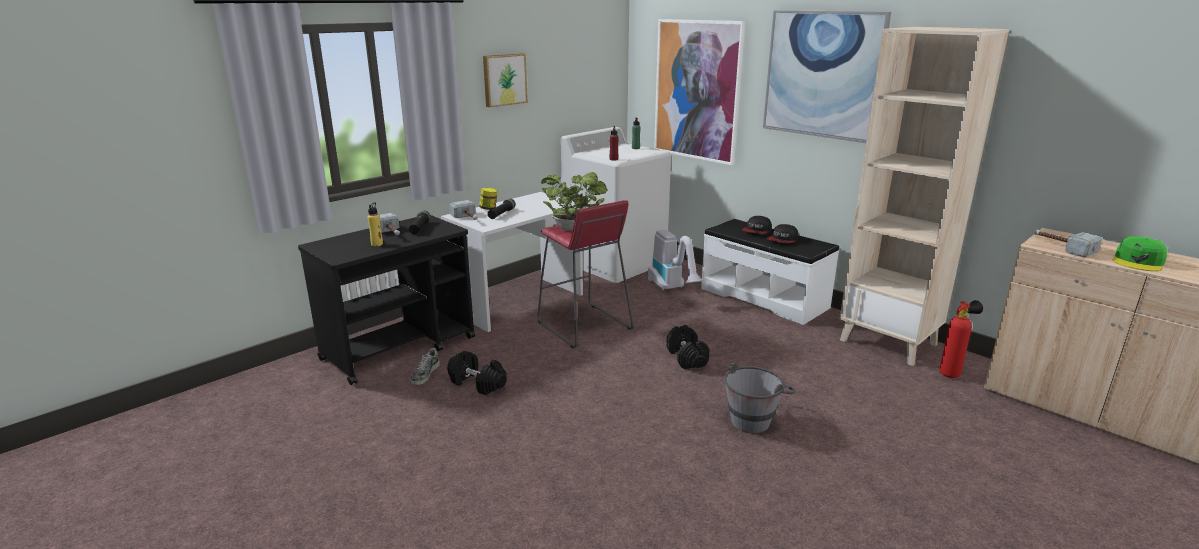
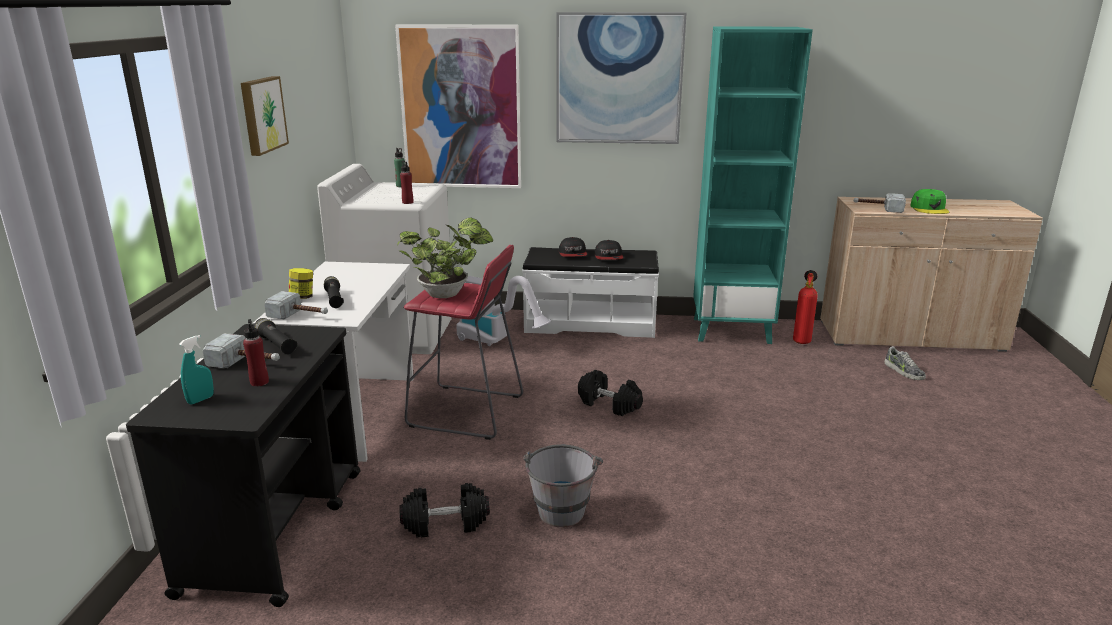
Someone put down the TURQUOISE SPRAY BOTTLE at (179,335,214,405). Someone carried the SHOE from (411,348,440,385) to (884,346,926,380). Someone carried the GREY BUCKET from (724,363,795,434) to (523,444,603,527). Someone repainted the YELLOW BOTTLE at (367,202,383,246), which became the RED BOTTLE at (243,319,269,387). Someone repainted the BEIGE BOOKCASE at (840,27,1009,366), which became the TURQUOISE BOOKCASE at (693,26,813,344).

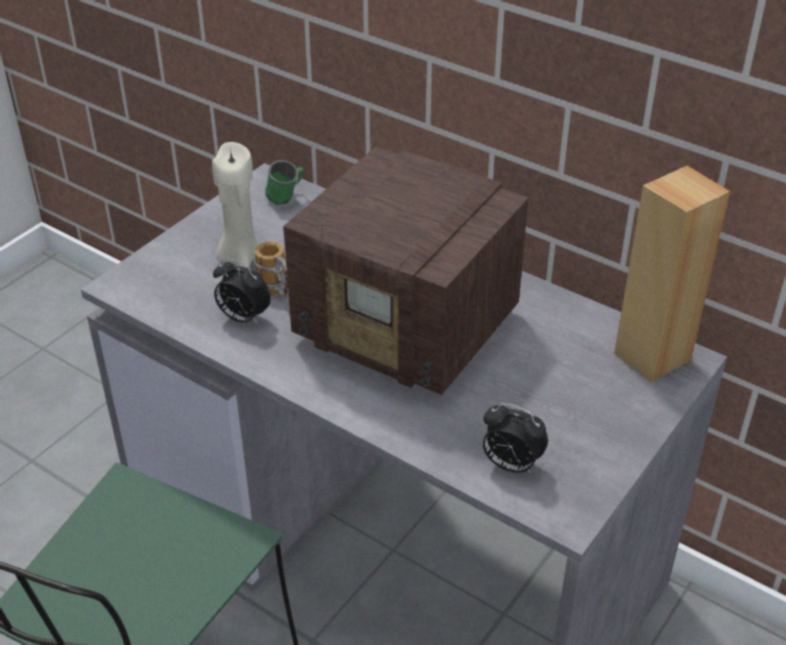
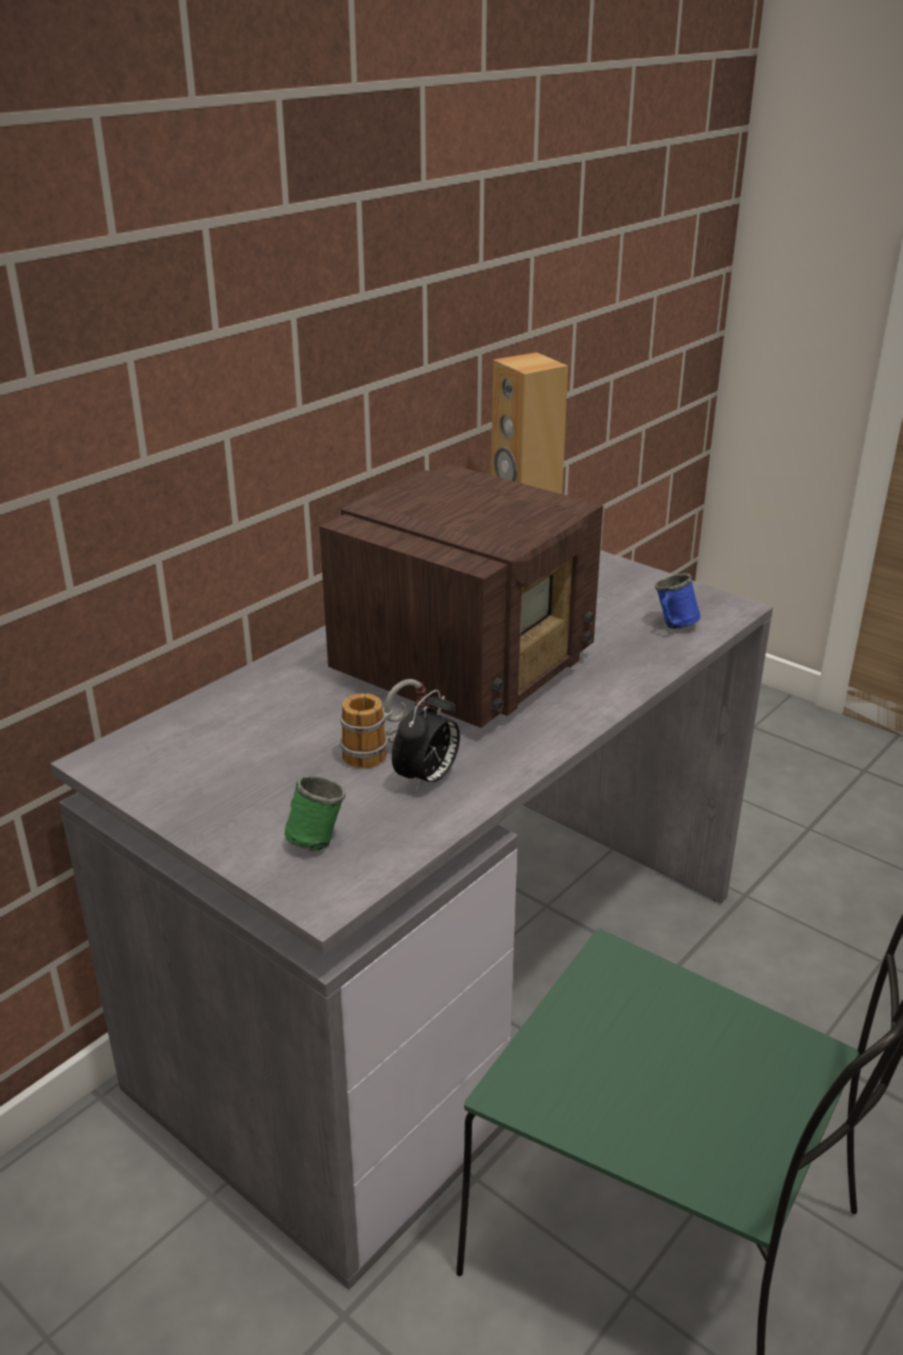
Someone took away the BEIGE CANDLE at (212,142,260,268). Someone carried the GREEN MUG from (265,160,304,205) to (284,775,345,851). Someone swapped the ALARM CLOCK at (483,403,548,474) for the BLUE MUG at (655,573,700,629).

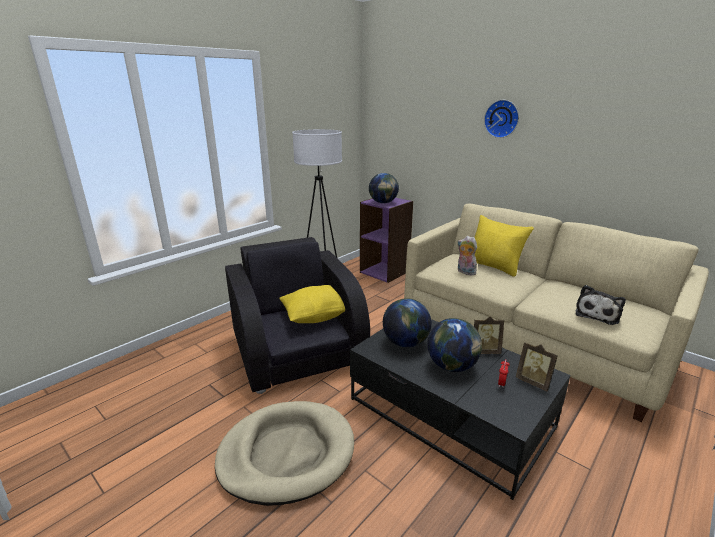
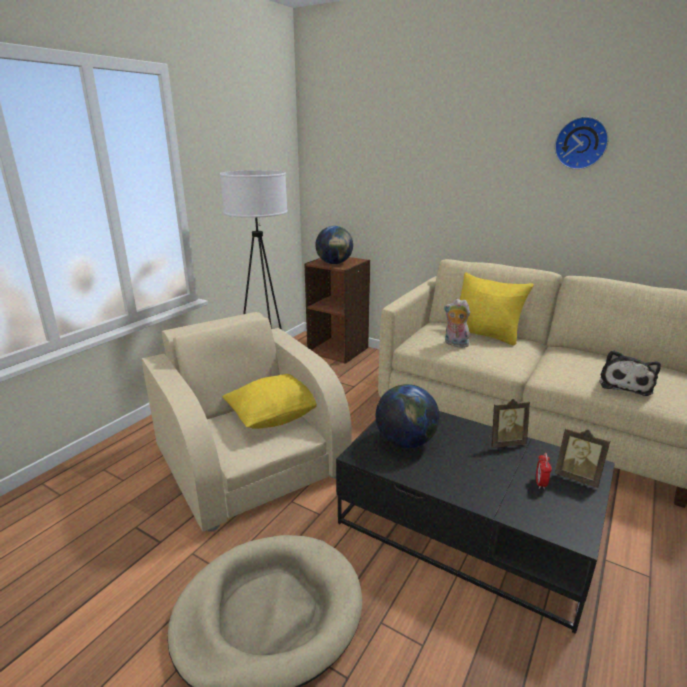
Someone took away the GLOBE at (427,318,482,372). Someone carried the WALL CLOCK from (484,100,519,138) to (555,116,609,170). Someone repainted the BLACK ARMCHAIR at (225,237,370,394), which became the BEIGE ARMCHAIR at (142,312,352,532). Someone repainted the PURPLE BOOKCASE at (360,198,413,283), which became the BROWN BOOKCASE at (304,257,370,364).

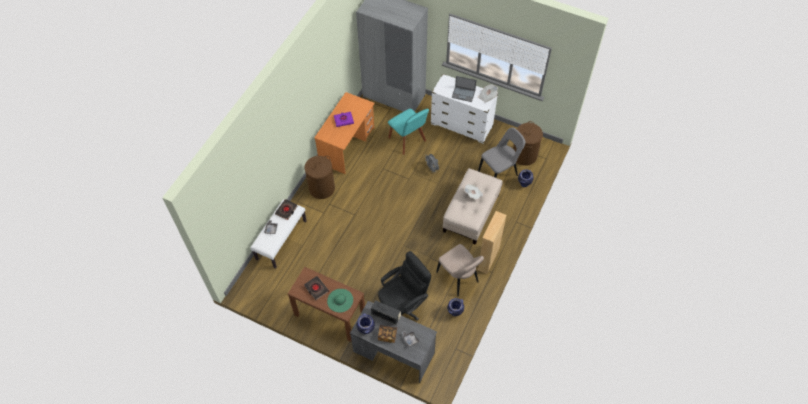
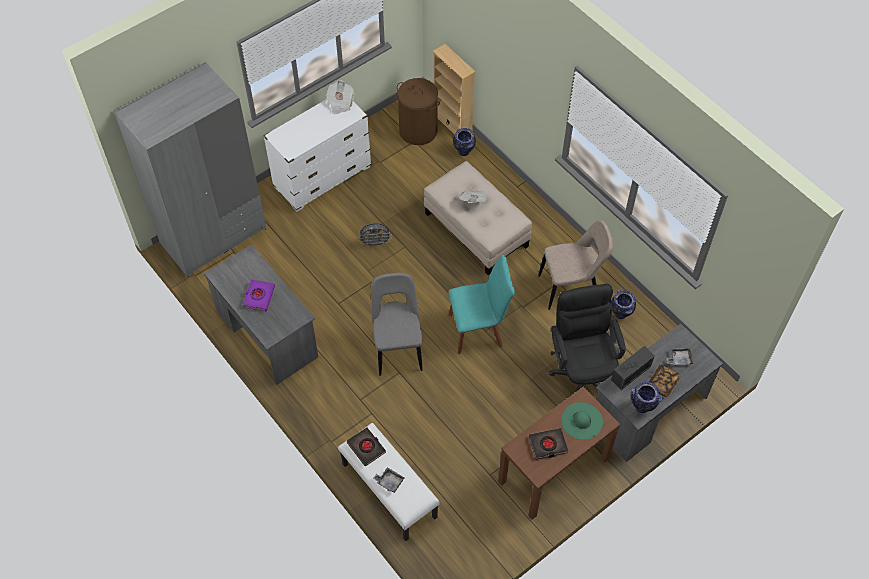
Someone took away the BROWN LAUNDRY BASKET at (305,156,335,199). Someone took away the LAPTOP at (452,76,476,102). Someone carried the TURQUOISE CHAIR from (388,108,429,155) to (448,255,515,354). Someone carried the BEIGE BOOKCASE from (477,211,506,274) to (433,44,475,135). Someone carried the GREY CHAIR from (478,127,526,178) to (371,273,422,376). Someone repainted the ORANGE DESK at (314,92,375,174), which became the GREY DESK at (204,244,318,385).

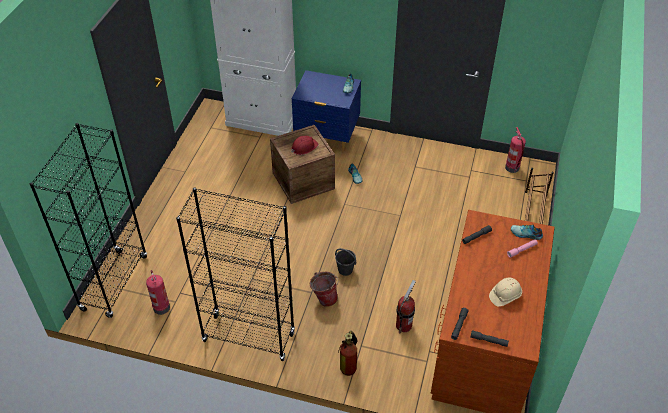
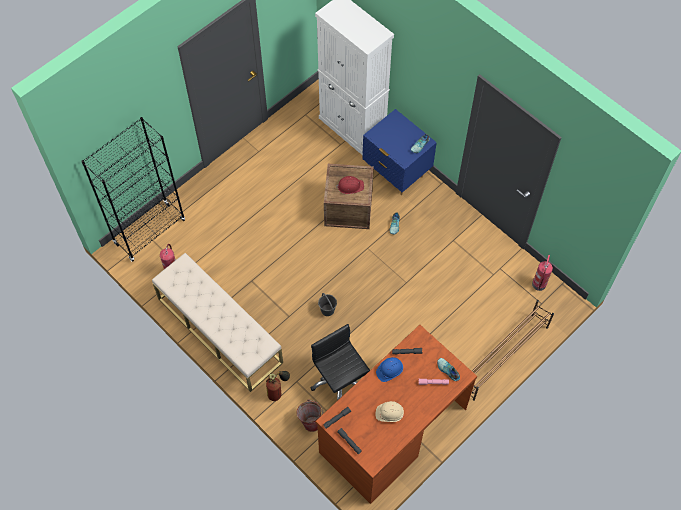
Someone put down the BLUE HARD HAT at (376,357,403,382). Someone carried the BUCKET from (310,272,338,307) to (296,399,323,432). Someone swapped the BLACK BOOKCASE at (176,187,295,361) for the BEIGE BENCH at (152,253,283,392). Someone swapped the FIRE EXTINGUISHER at (396,280,416,334) for the BLACK OFFICE CHAIR at (311,324,370,401).

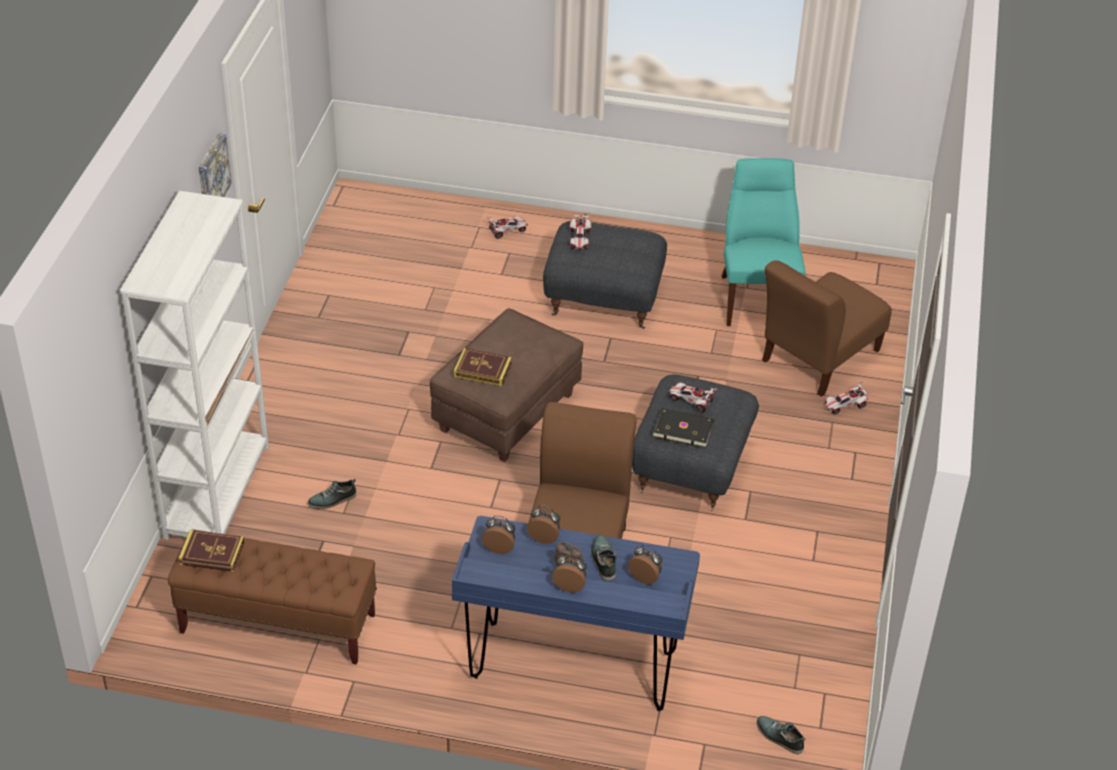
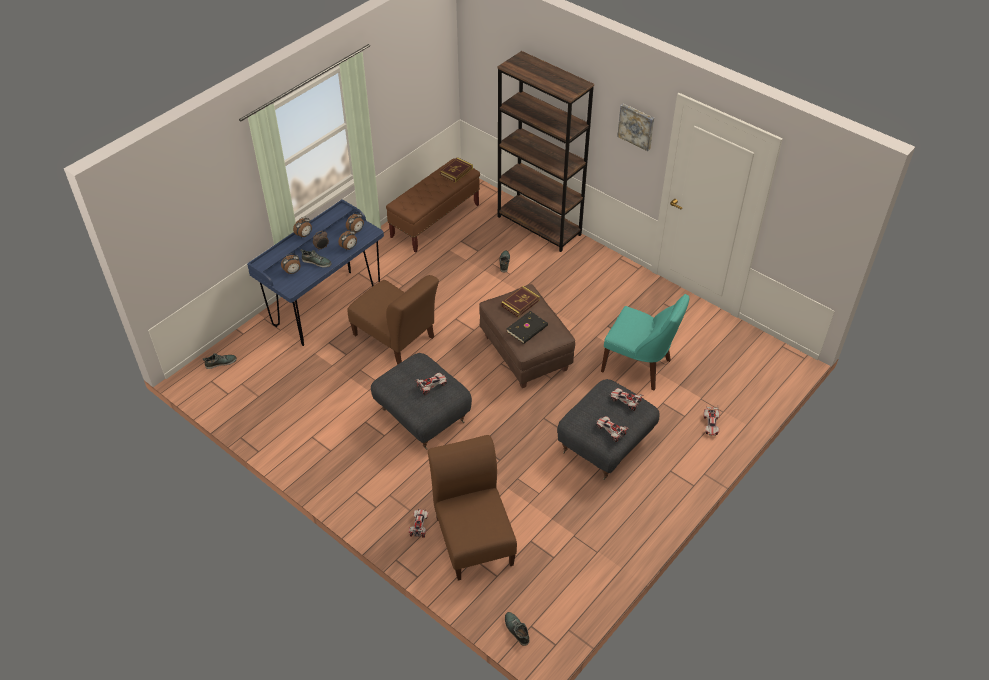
Someone put down the SHOE at (505,612,530,646). Someone put down the TOY CAR at (596,416,629,442). Someone carried the BLACK BOOK from (653,408,714,448) to (507,311,548,344). Someone carried the TURQUOISE CHAIR from (722,158,805,326) to (601,294,689,390). Someone repainted the WHITE BOOKCASE at (120,191,269,540), which became the BROWN BOOKCASE at (497,51,594,252).

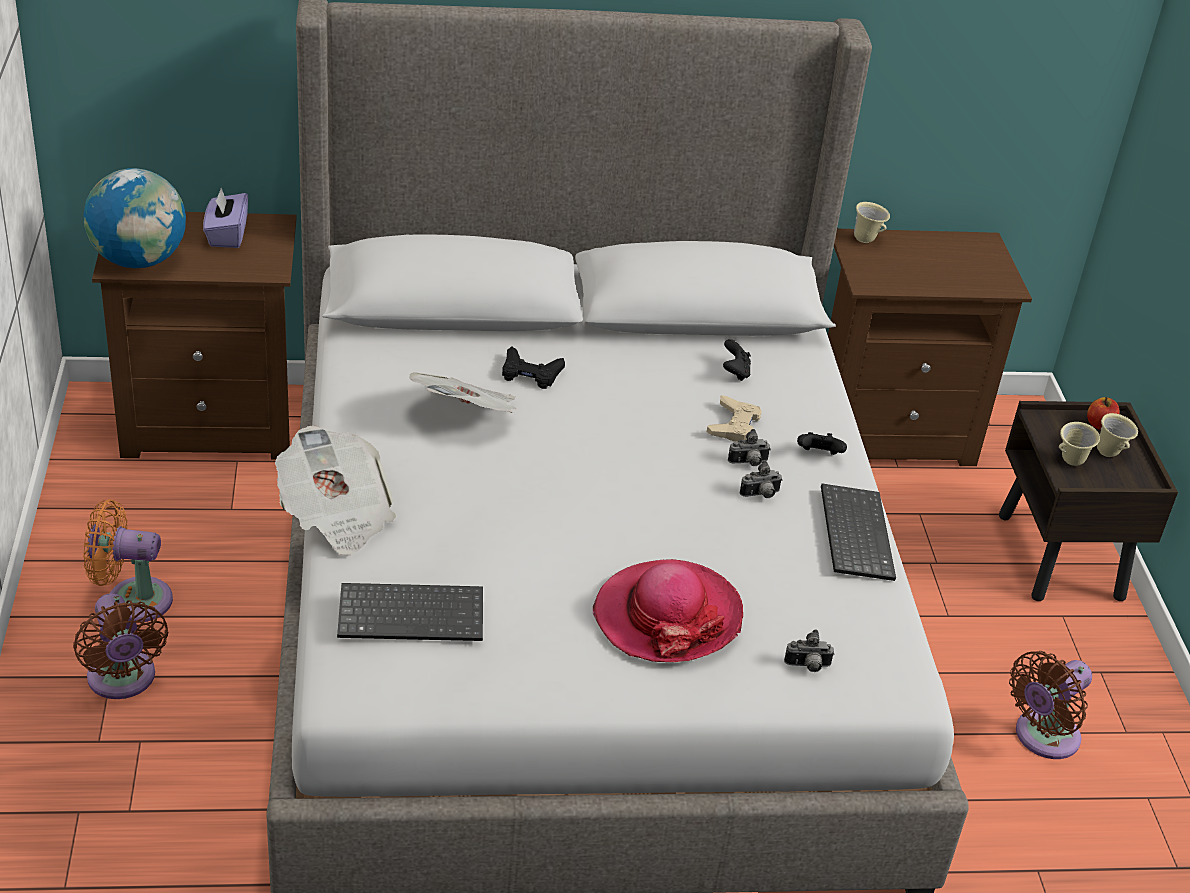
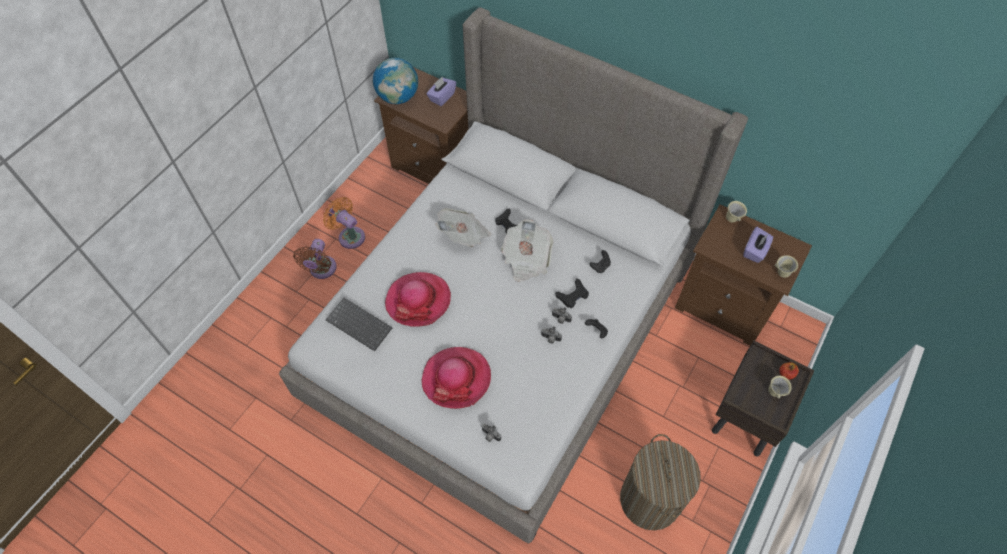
Someone took away the KEYBOARD at (821,484,896,581). Someone put down the HAT at (385,272,451,327). Someone put down the PURPLE TISSUE BOX at (743,227,773,263). Someone carried the NEWSPAPER from (275,425,396,556) to (501,219,554,282). Someone carried the BEIGE MUG from (1059,422,1100,466) to (775,255,798,278). Someone swapped the BROWN FAN at (1009,651,1092,759) for the LAUNDRY BASKET at (620,434,701,531). Someone repainted the BEIGE GAME CONTROLLER at (707,395,762,441), which became the BLACK GAME CONTROLLER at (555,278,589,308).

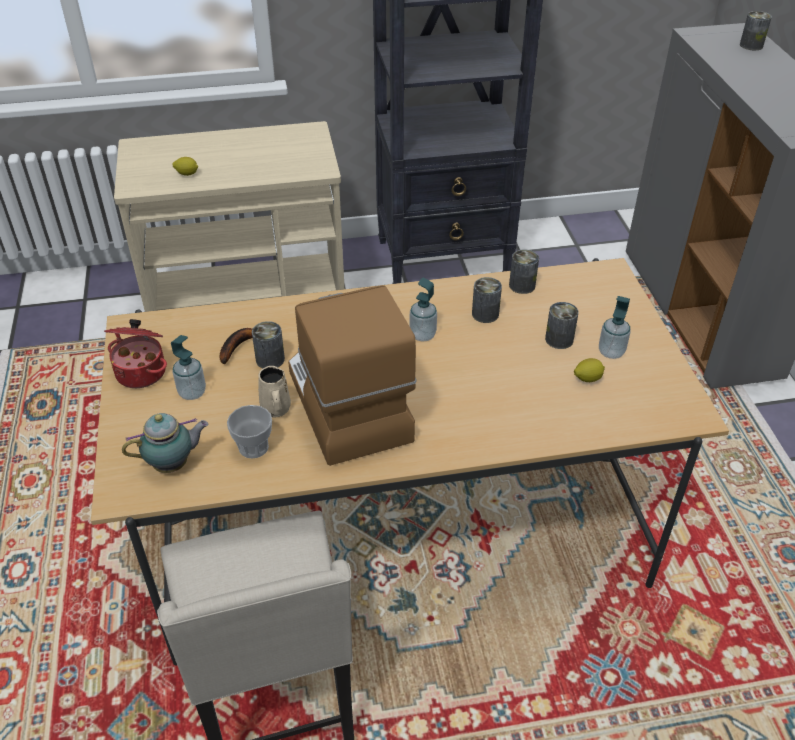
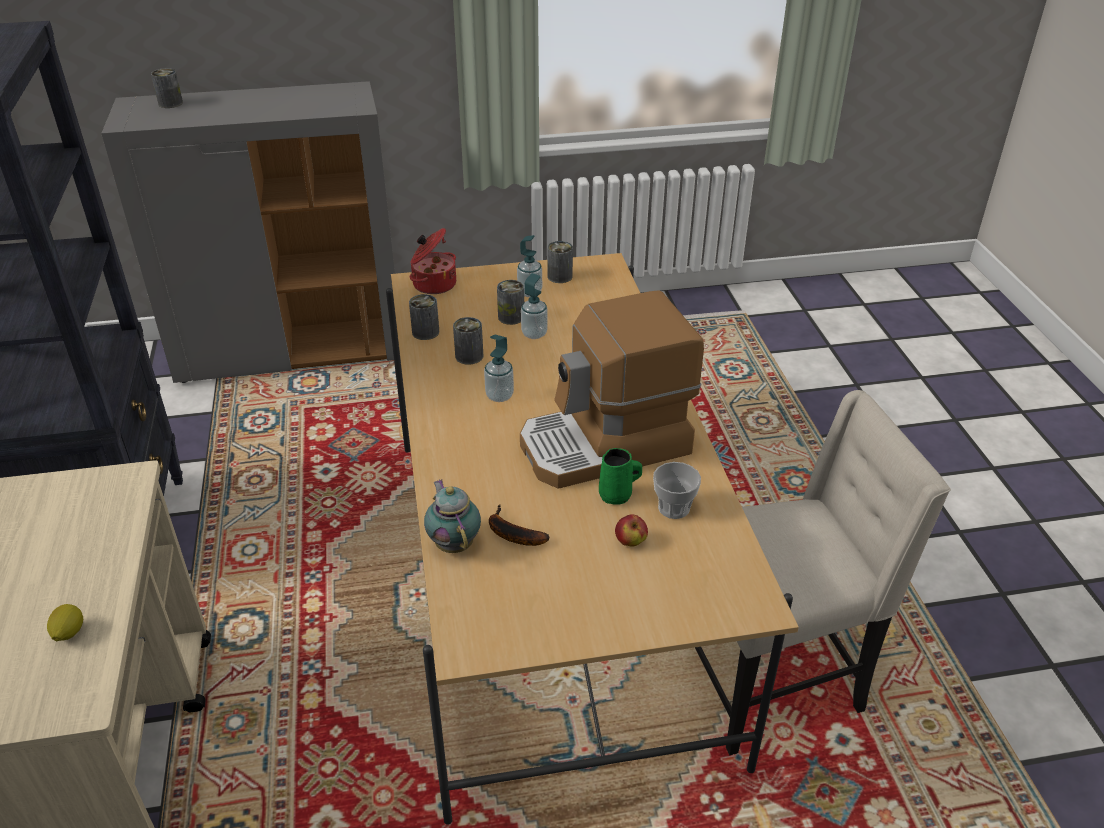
Someone took away the LEMON at (574,358,605,382). Someone put down the APPLE at (615,514,648,547). Someone carried the COOKING POT from (104,319,167,388) to (410,228,456,294). Someone carried the TEAPOT from (122,413,208,473) to (424,479,481,553). Someone carried the SOAP DISPENSER from (171,335,206,400) to (521,273,547,339). Someone carried the CAN from (252,321,285,368) to (547,241,573,283). Someone repainted the BEIGE MUG at (258,366,291,418), which became the GREEN MUG at (599,448,642,505).

